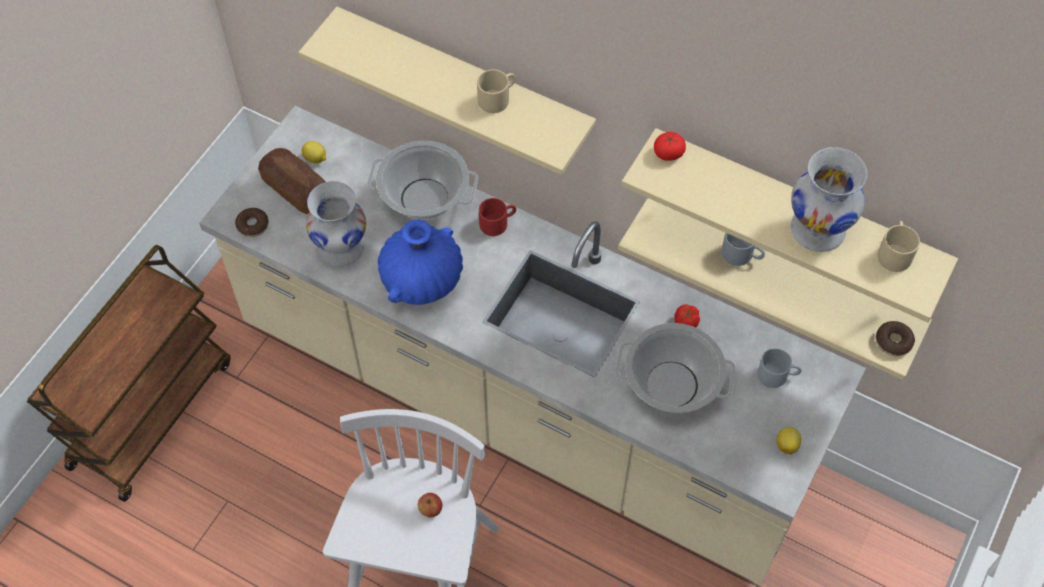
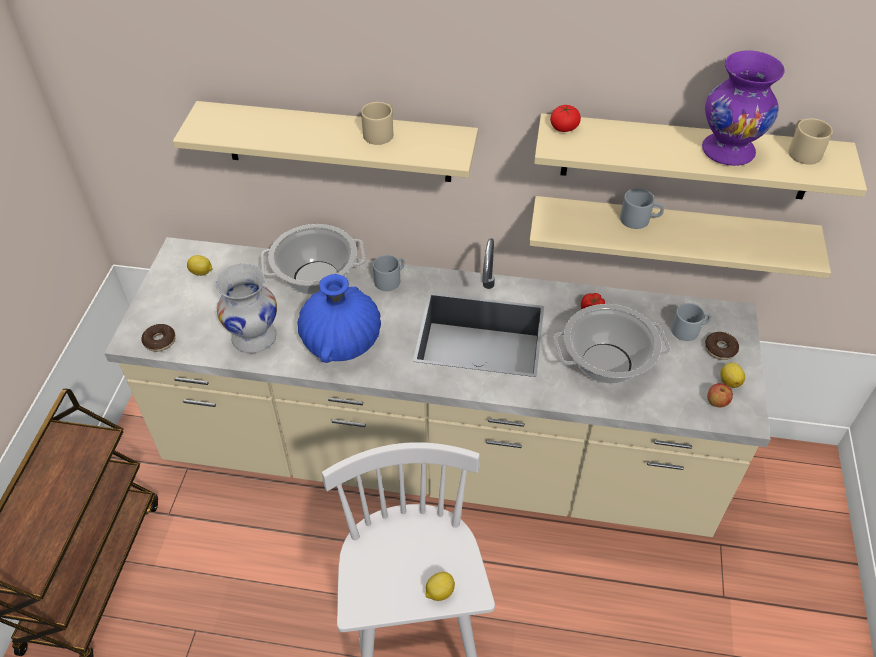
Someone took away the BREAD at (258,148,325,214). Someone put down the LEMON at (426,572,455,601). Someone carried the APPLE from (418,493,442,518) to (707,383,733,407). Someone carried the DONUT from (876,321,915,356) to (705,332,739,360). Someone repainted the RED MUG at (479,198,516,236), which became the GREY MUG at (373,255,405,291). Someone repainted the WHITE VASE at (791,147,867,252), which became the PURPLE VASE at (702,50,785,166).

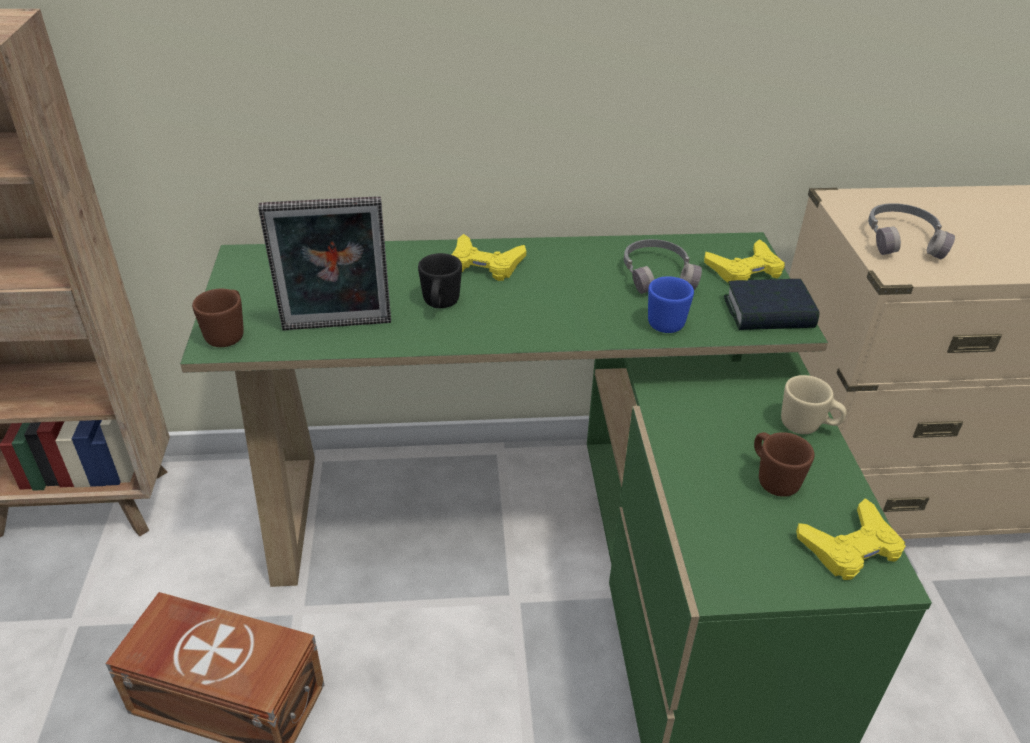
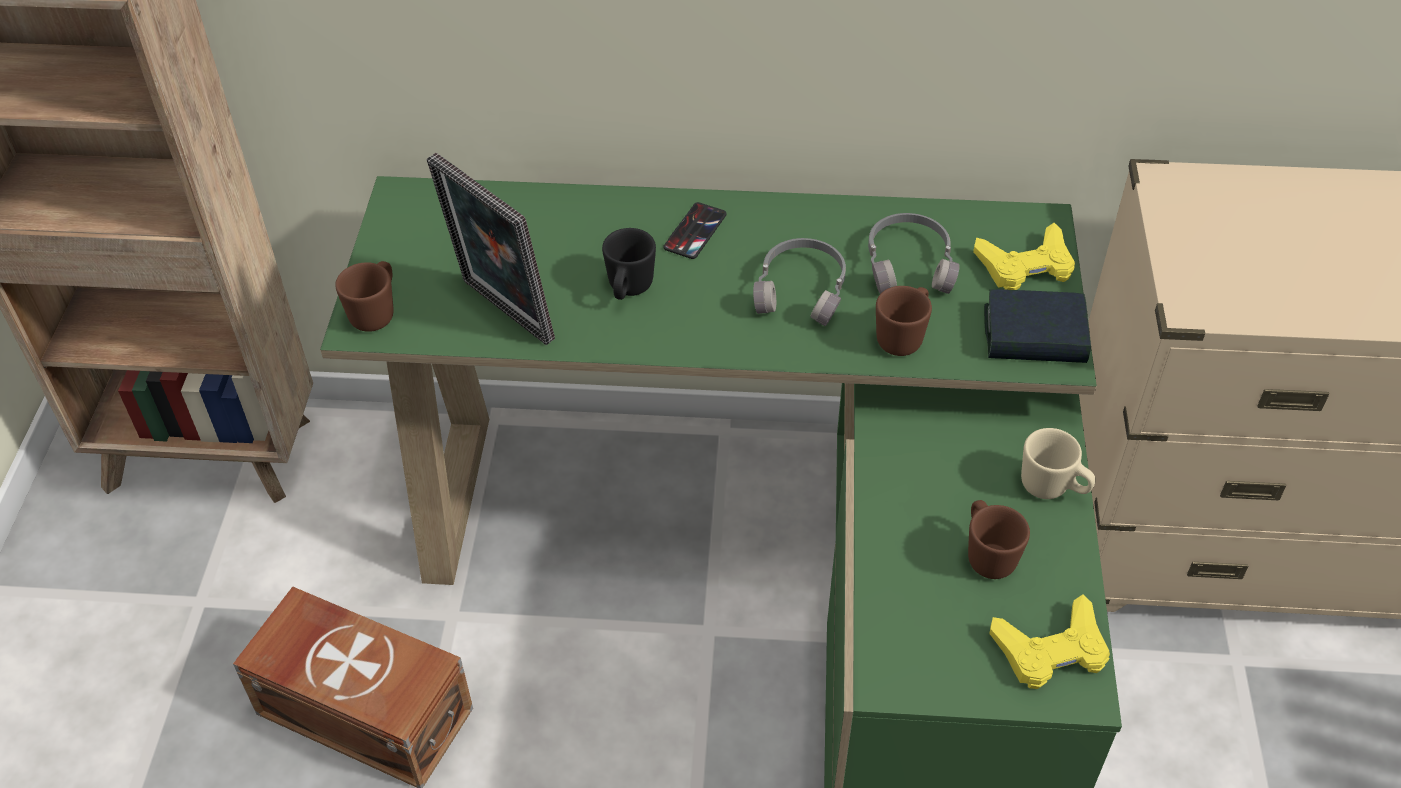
Someone carried the GREY HEADPHONES from (868,203,955,259) to (753,238,846,326). Someone swapped the YELLOW GAME CONTROLLER at (452,234,526,281) for the PHONE at (663,202,727,259). Someone repainted the BLUE MUG at (648,276,694,333), which became the BROWN MUG at (876,286,932,356). Someone rotated the PICTURE FRAME at (258,196,391,330) by 45 degrees clockwise.

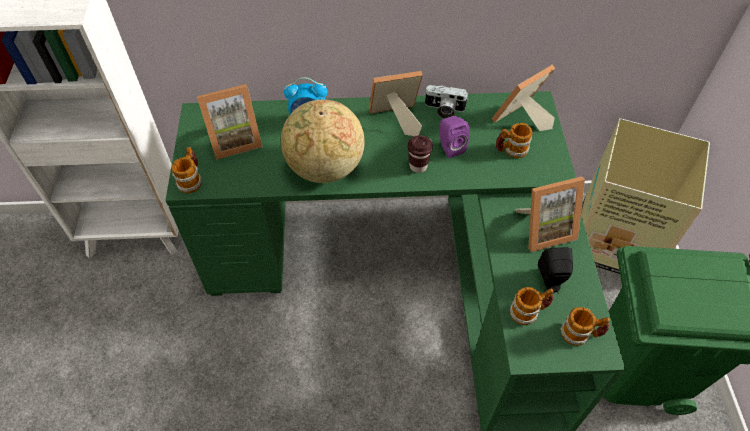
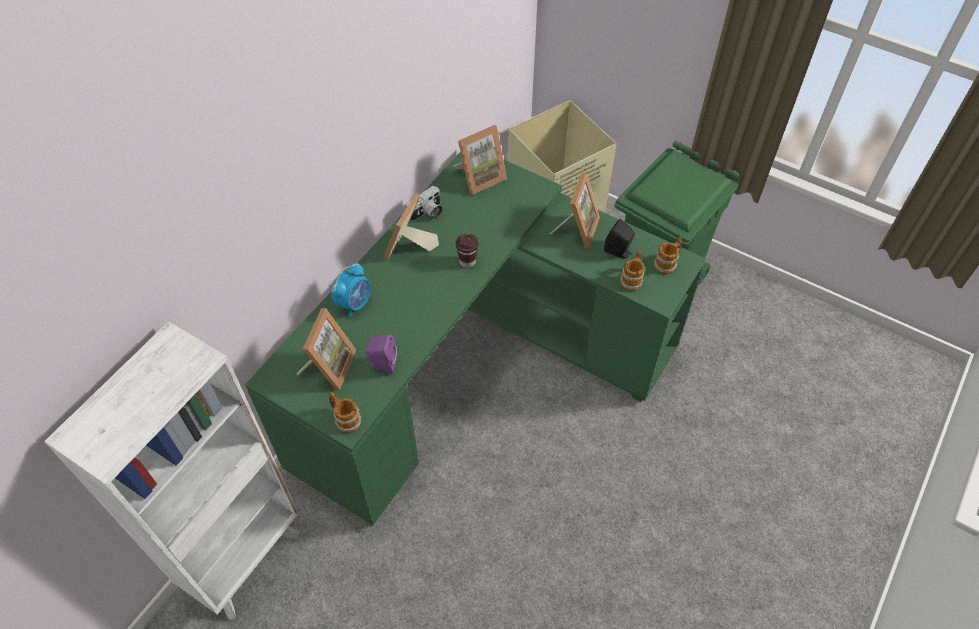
Someone took away the GLOBE at (281,99,365,183). Someone took away the MUG at (496,123,533,158). Someone carried the PURPLE SPEAKER from (439,116,470,158) to (366,334,398,373). Someone rotated the PICTURE FRAME at (492,65,556,131) by 120 degrees counterclockwise.

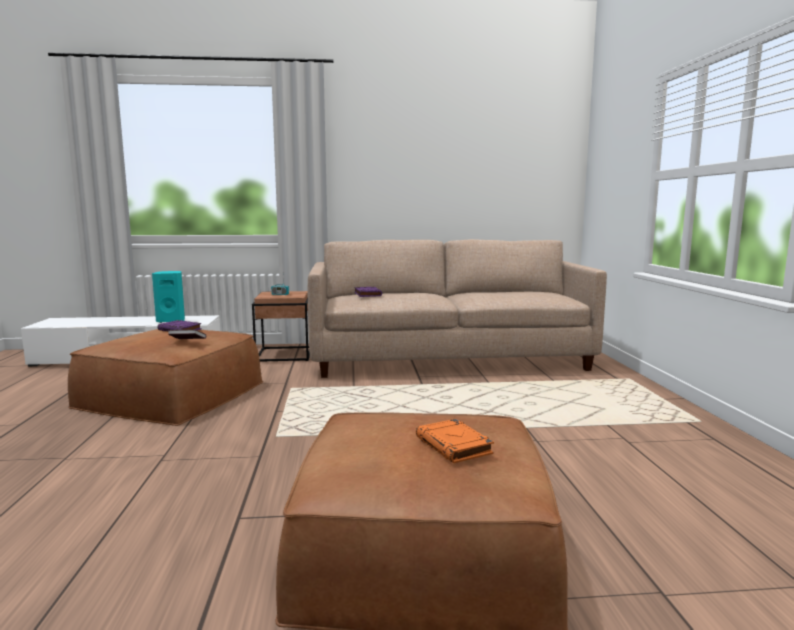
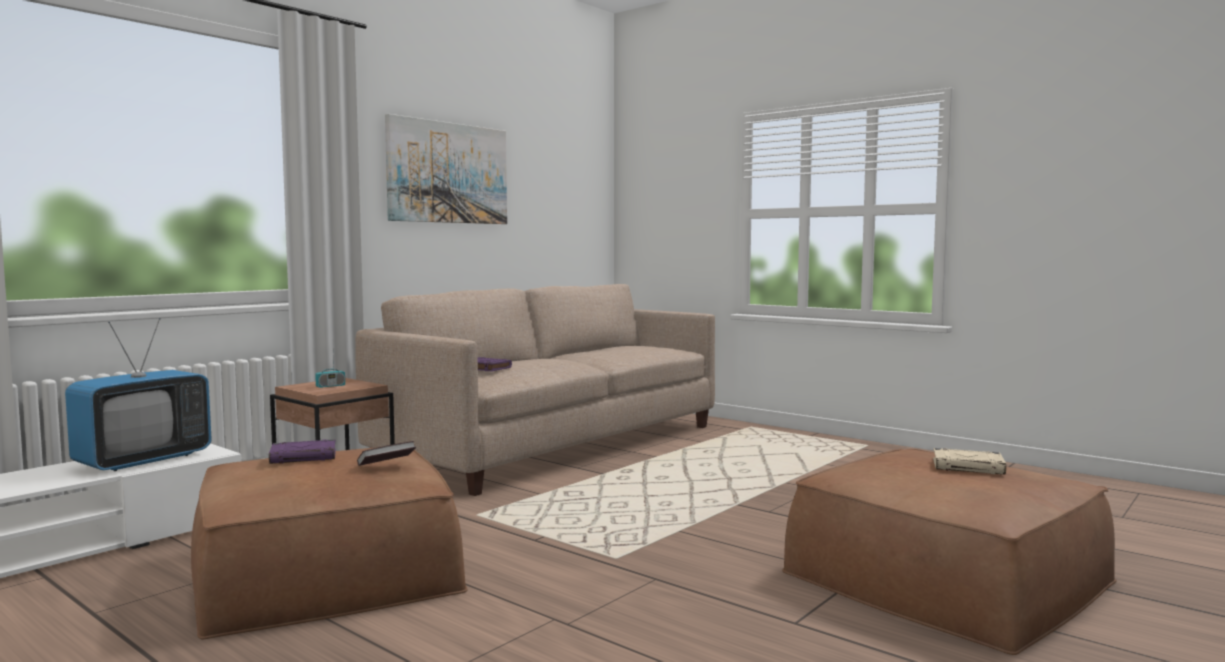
Someone put up the PICTURE at (385,114,507,224). Someone swapped the TURQUOISE SPEAKER at (152,271,185,323) for the TELEVISION at (65,318,212,471). Someone repainted the ORANGE BOOK at (416,419,494,463), which became the BEIGE BOOK at (933,448,1006,475).

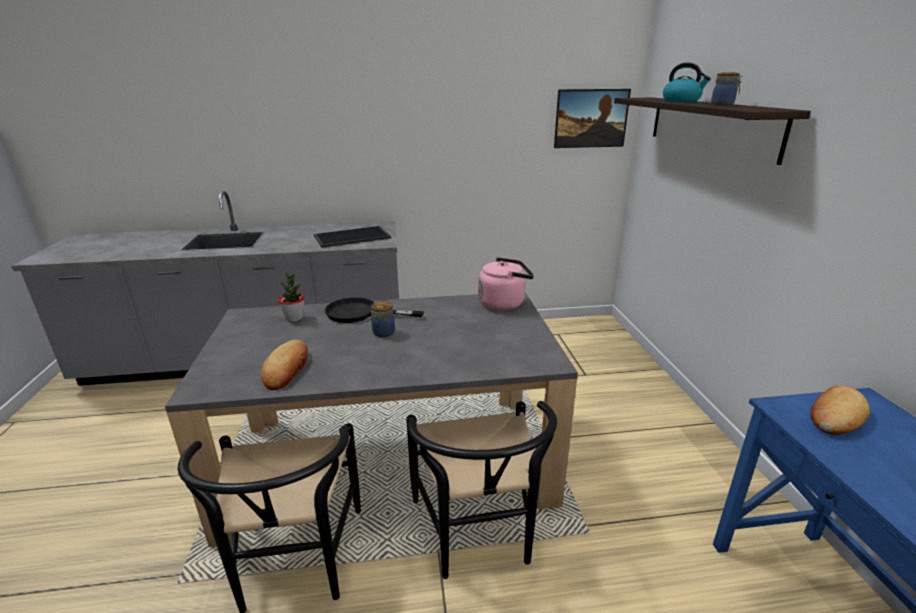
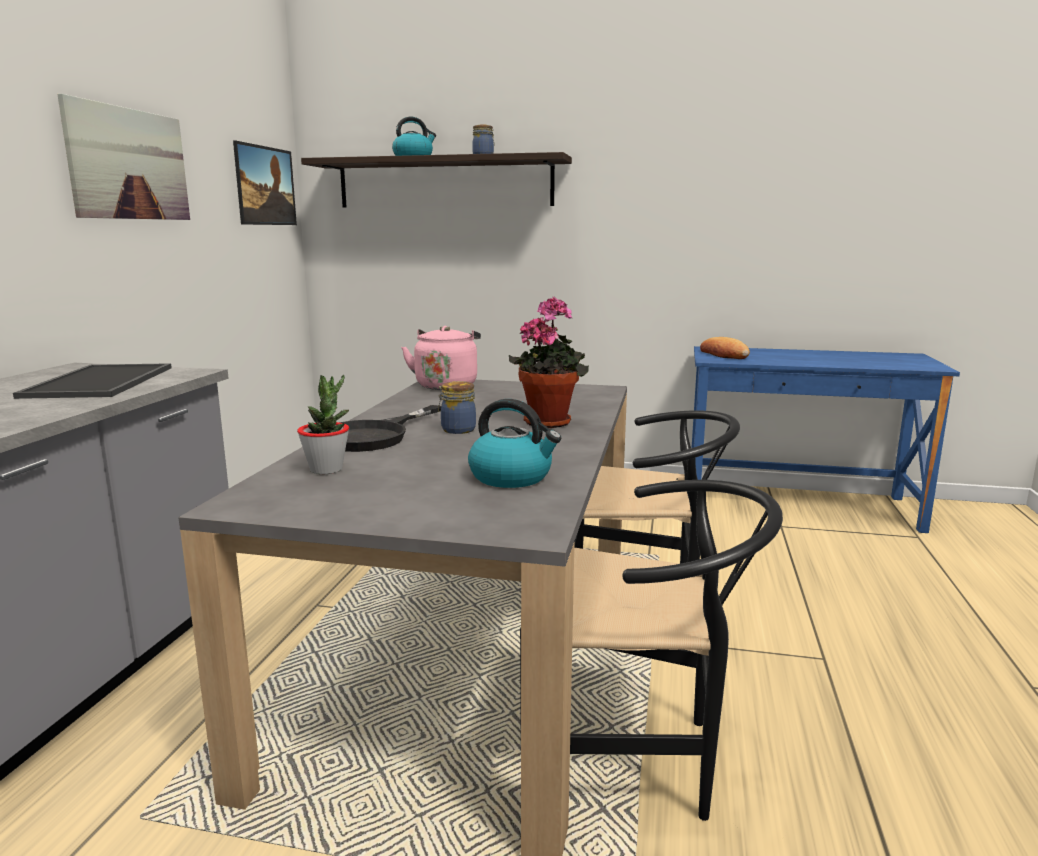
Someone put up the PICTURE at (57,94,190,220). Someone put down the POTTED PLANT at (509,297,589,428). Someone swapped the BREAD at (261,340,308,390) for the KETTLE at (468,399,561,488).

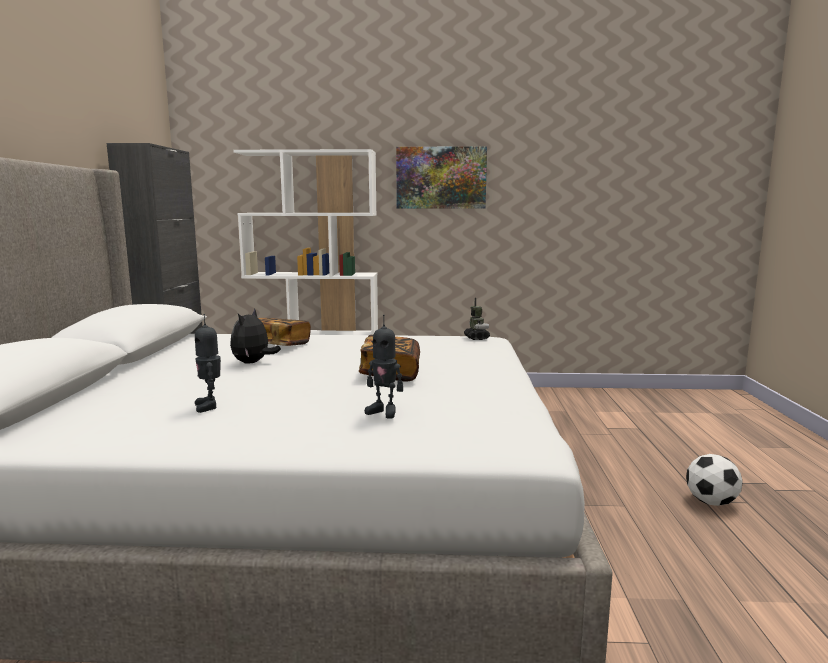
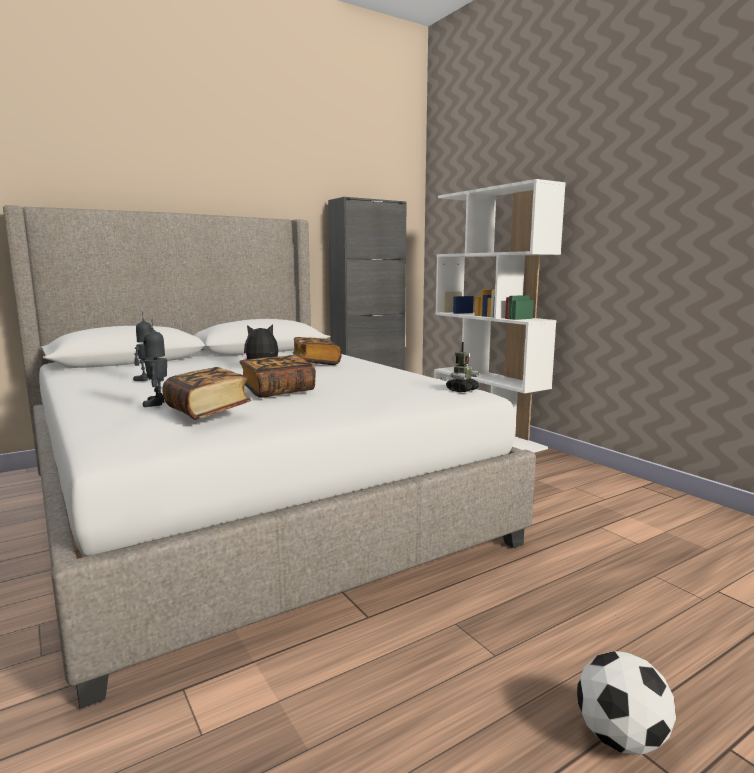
Someone took away the PICTURE at (396,146,487,208). Someone put down the BOOK at (163,367,251,420).

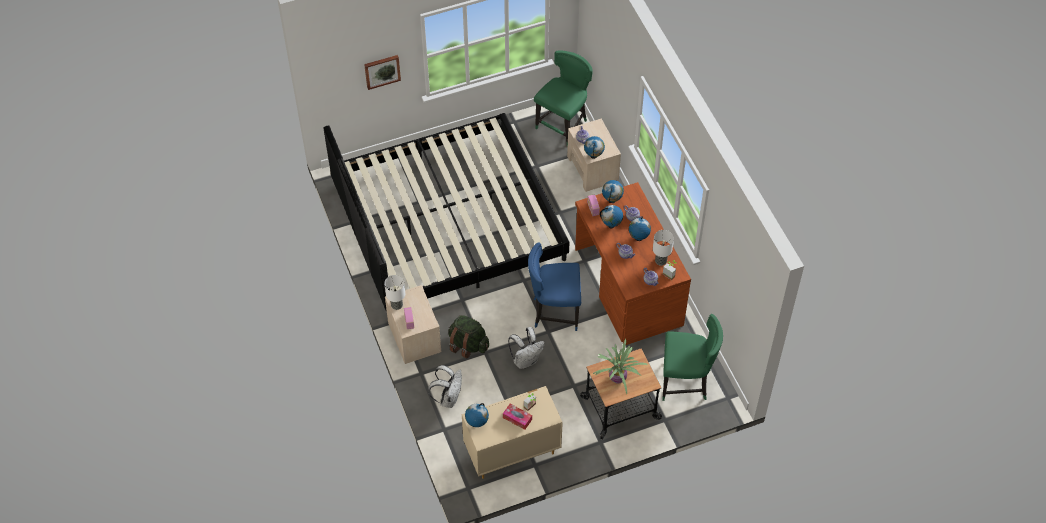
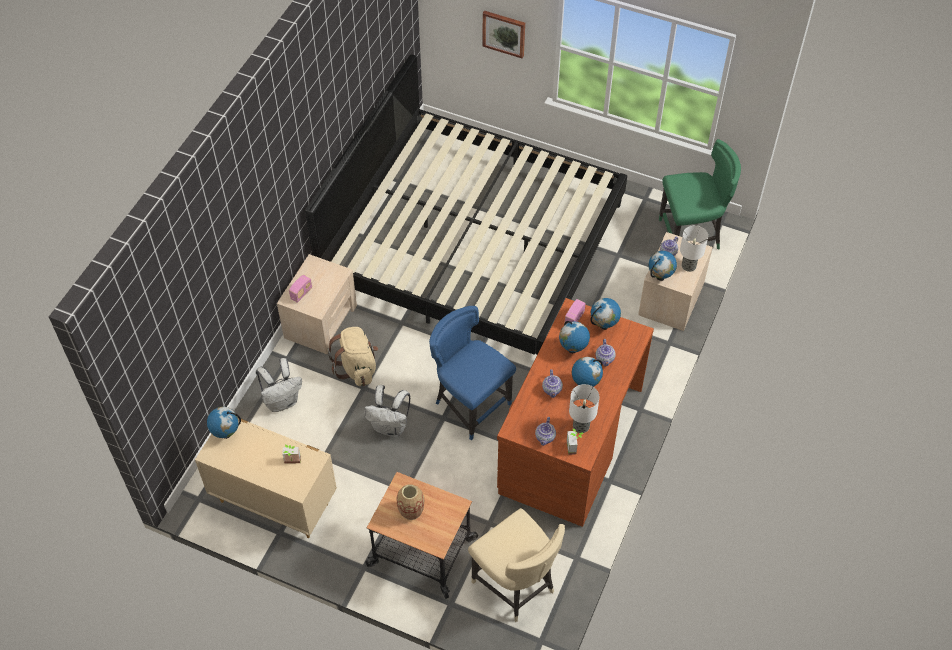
Someone took away the TISSUE BOX at (503,404,532,430). Someone carried the TABLE LAMP from (384,275,405,310) to (680,225,708,272). Someone swapped the POTTED PLANT at (593,339,648,394) for the VASE at (396,484,424,520). Someone repainted the GREEN BACKPACK at (448,315,489,358), which became the BEIGE BACKPACK at (328,327,378,386). Someone repainted the GREEN CHAIR at (662,314,723,401), which became the BEIGE CHAIR at (468,508,565,622).

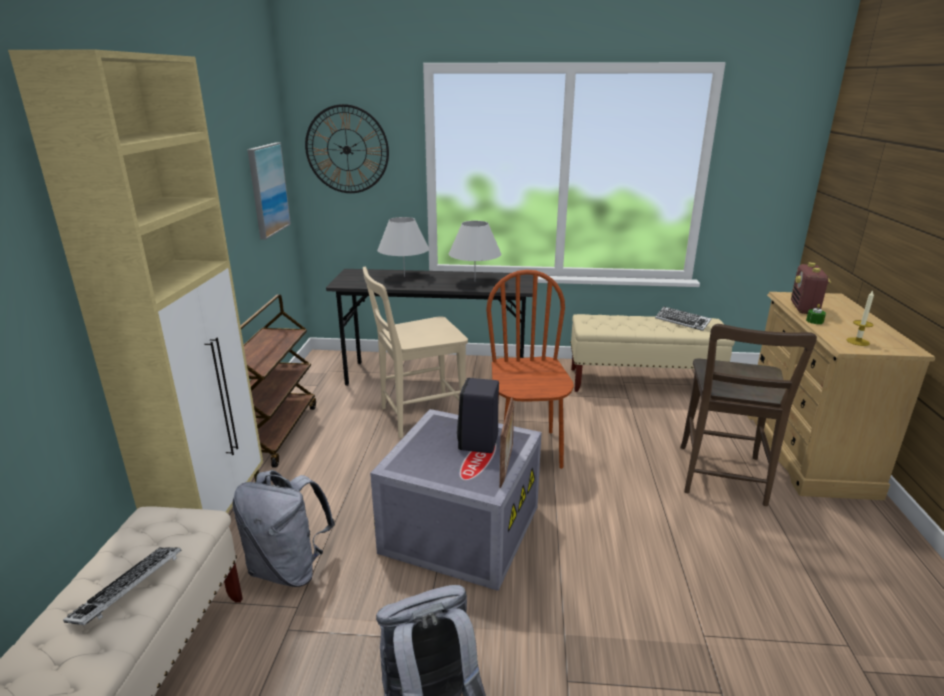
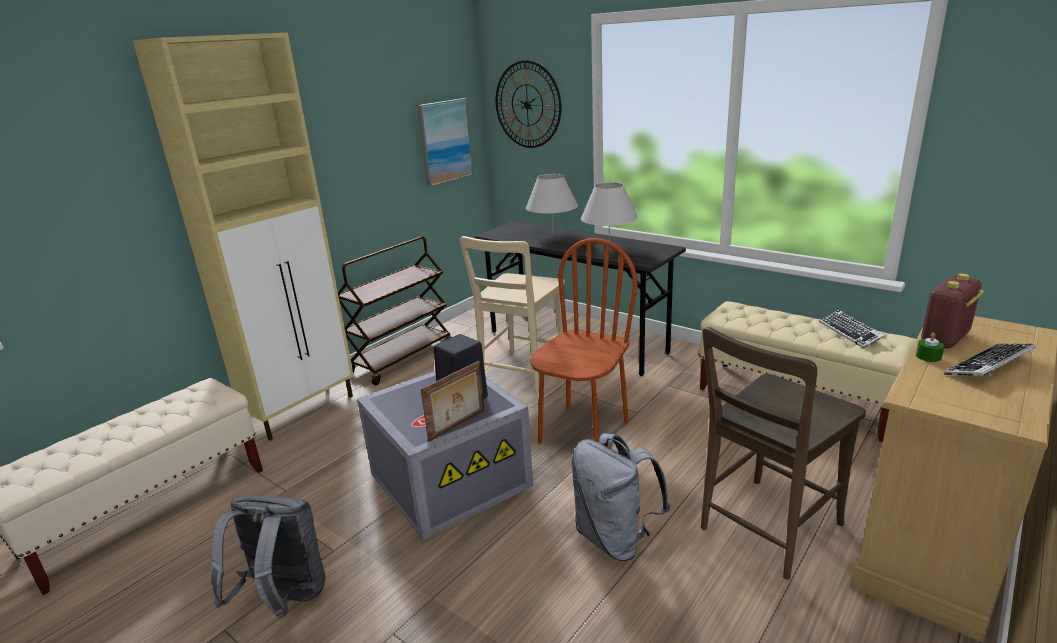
Someone took away the CANDLE at (846,290,874,346). Someone carried the KEYBOARD from (63,547,182,625) to (944,344,1036,377). Someone carried the GREY BACKPACK from (233,470,335,587) to (572,433,670,561). Someone rotated the BEIGE CHAIR at (363,267,468,438) by 75 degrees counterclockwise.

